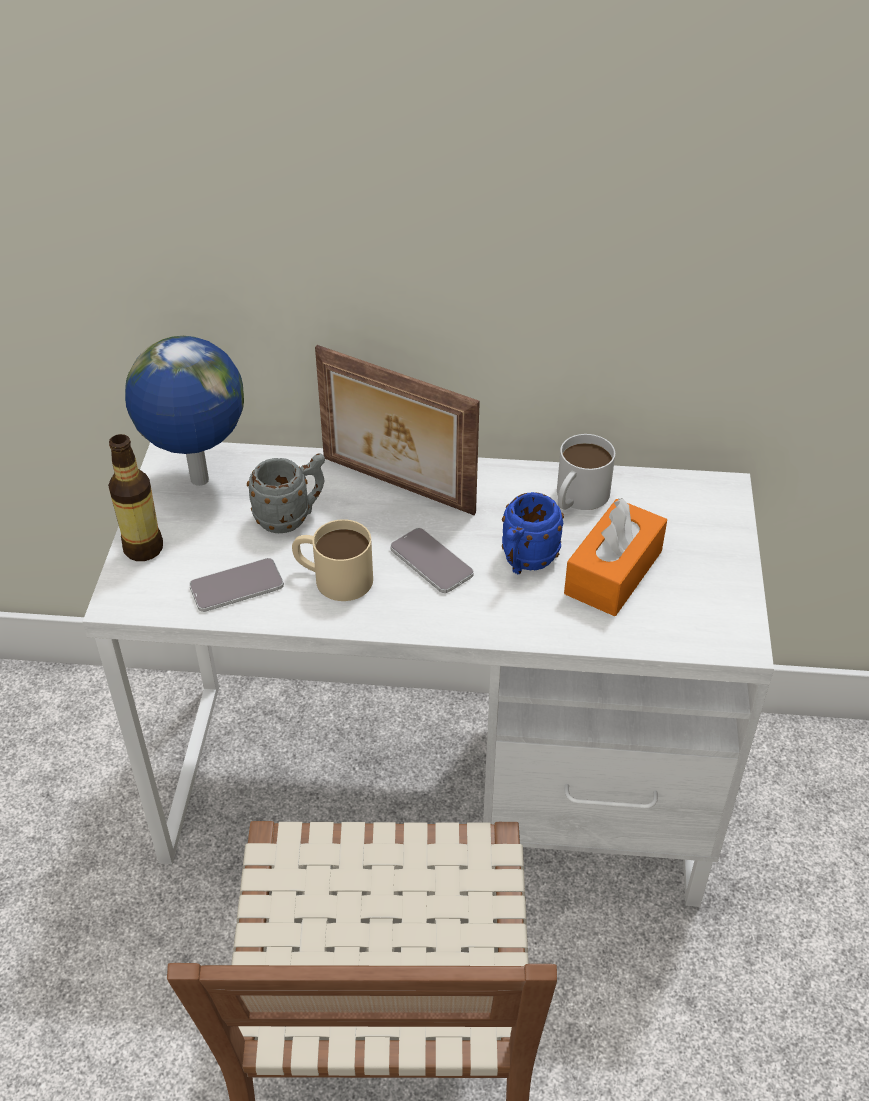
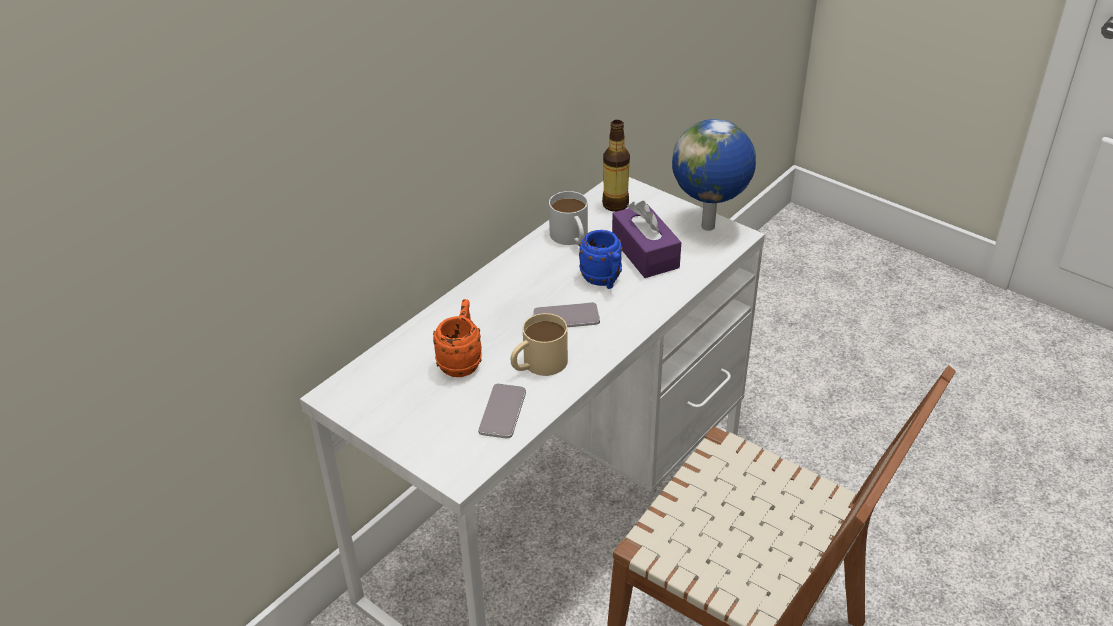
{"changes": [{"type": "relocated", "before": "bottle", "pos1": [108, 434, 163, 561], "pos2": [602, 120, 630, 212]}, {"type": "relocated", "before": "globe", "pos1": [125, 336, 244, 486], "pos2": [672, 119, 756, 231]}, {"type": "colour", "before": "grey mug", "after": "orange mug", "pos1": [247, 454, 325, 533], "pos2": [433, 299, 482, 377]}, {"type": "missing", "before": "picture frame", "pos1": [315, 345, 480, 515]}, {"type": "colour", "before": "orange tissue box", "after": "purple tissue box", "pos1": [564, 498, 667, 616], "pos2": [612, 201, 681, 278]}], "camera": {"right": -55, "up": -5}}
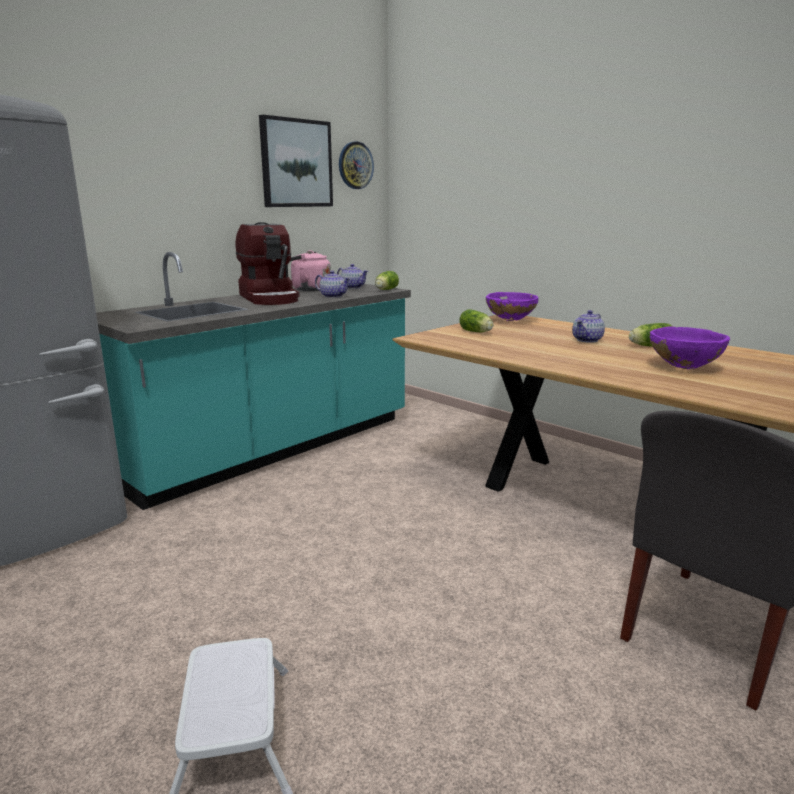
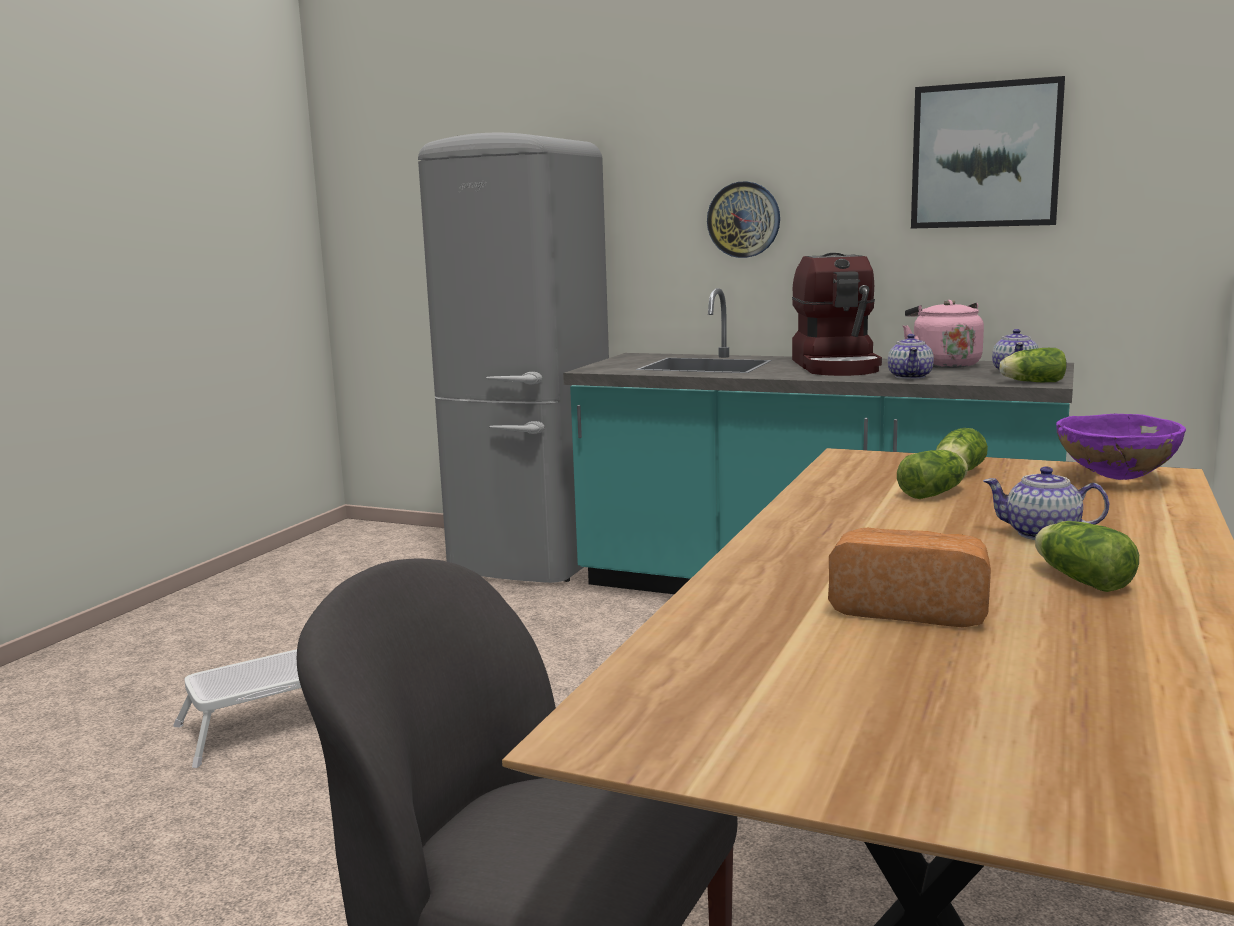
{"changes": [{"type": "spun", "before": "coffee machine", "pos1": [235, 222, 300, 305], "pos2": [792, 253, 882, 376], "turn": -45}, {"type": "relocated", "before": "wall clock", "pos1": [339, 141, 374, 189], "pos2": [707, 182, 780, 258]}, {"type": "exchanged", "before": "purple bowl", "after": "bread", "pos1": [650, 327, 730, 369], "pos2": [828, 528, 991, 628]}, {"type": "appeared", "after": "lettuce", "pos2": [897, 450, 968, 499]}], "camera": {"right": 70, "up": -5}}
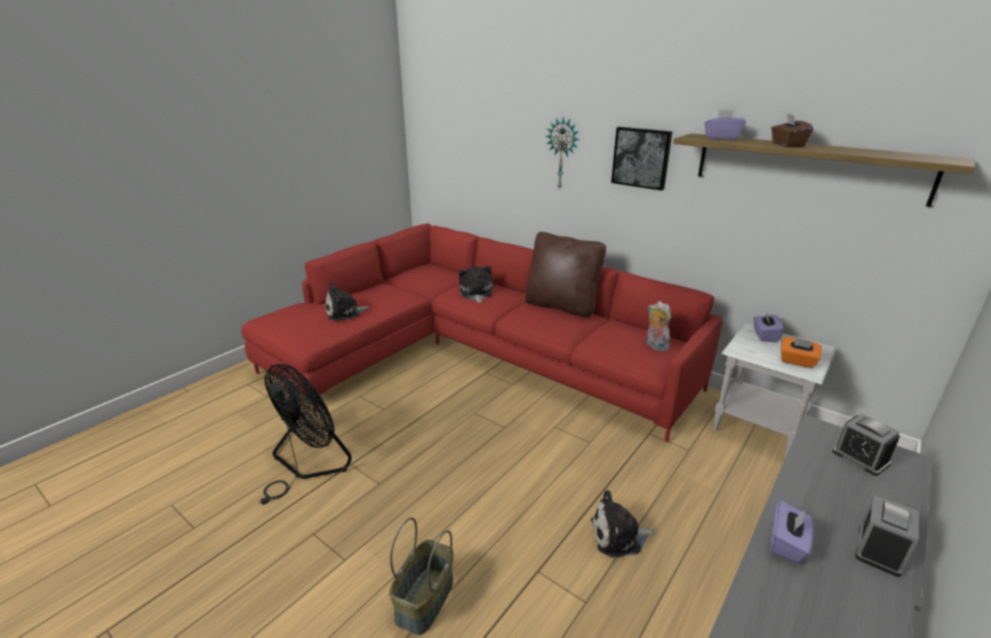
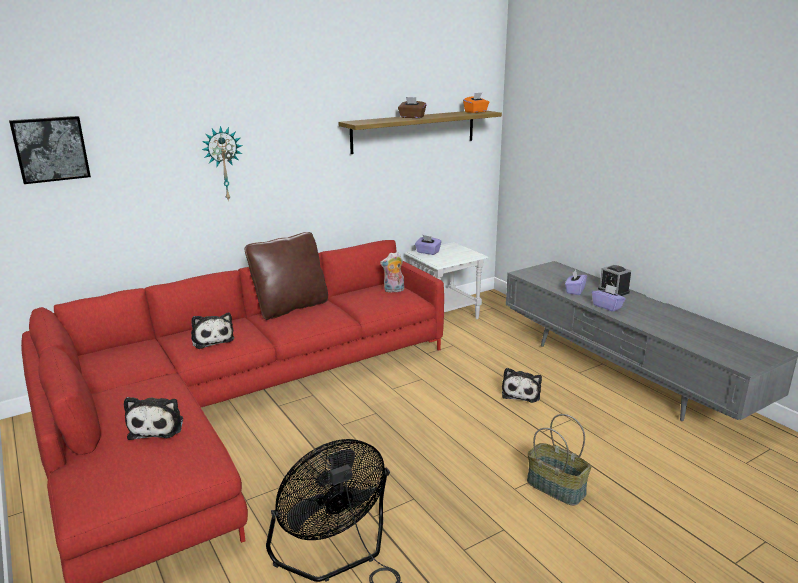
{"changes": [{"type": "spun", "before": "plush toy", "pos1": [459, 266, 493, 303], "pos2": [191, 313, 234, 349], "turn": -135}, {"type": "relocated", "before": "picture", "pos1": [611, 127, 672, 191], "pos2": [9, 116, 91, 184]}, {"type": "relocated", "before": "purple tissue box", "pos1": [704, 109, 746, 140], "pos2": [565, 270, 587, 295]}, {"type": "relocated", "before": "orange tissue box", "pos1": [781, 337, 822, 368], "pos2": [463, 93, 489, 113]}, {"type": "missing", "before": "alarm clock", "pos1": [832, 414, 900, 476]}], "camera": {"right": -70, "up": -5}}
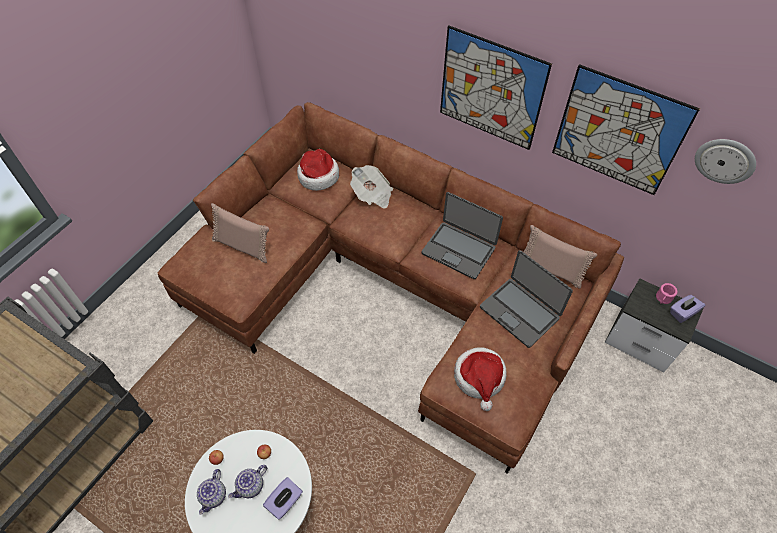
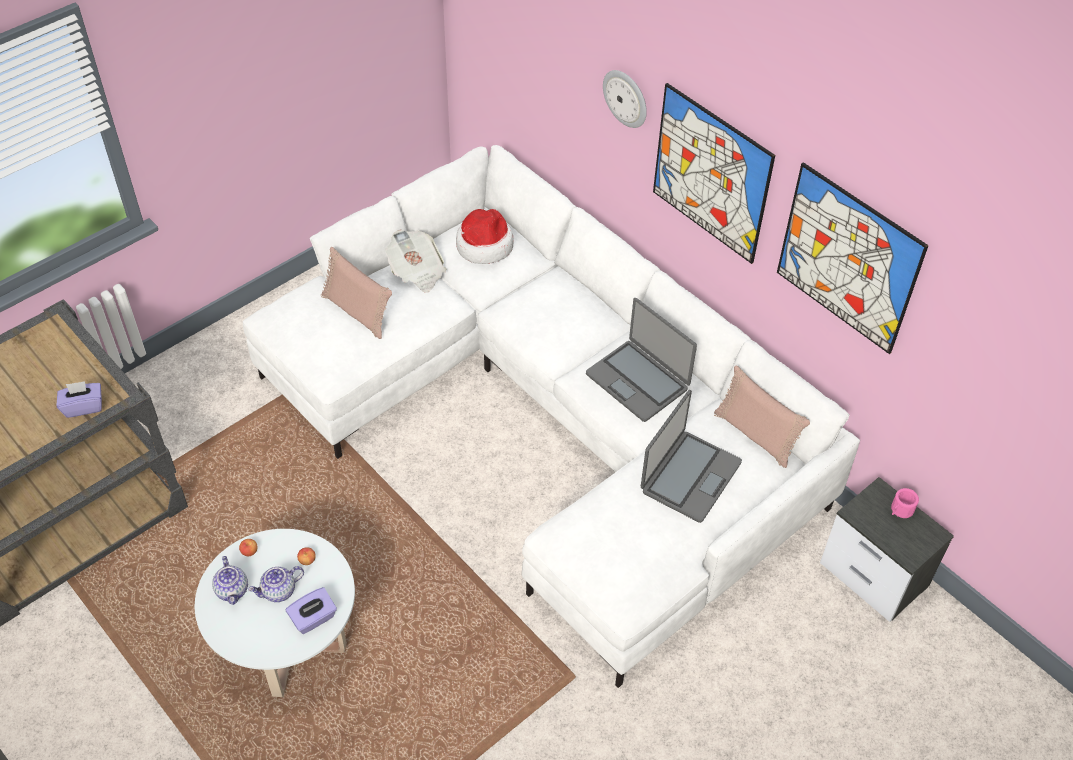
{"changes": [{"type": "colour", "before": "brown sofa", "after": "white sofa", "pos1": [158, 102, 624, 474], "pos2": [243, 145, 860, 688]}, {"type": "spun", "before": "teapot", "pos1": [197, 469, 226, 515], "pos2": [212, 556, 248, 605], "turn": -45}, {"type": "relocated", "before": "newspaper", "pos1": [350, 165, 393, 208], "pos2": [385, 229, 447, 292]}, {"type": "missing", "before": "hat", "pos1": [454, 348, 506, 411]}, {"type": "spun", "before": "laptop", "pos1": [480, 250, 573, 348], "pos2": [641, 390, 742, 523], "turn": -120}, {"type": "relocated", "before": "purple tissue box", "pos1": [670, 295, 706, 323], "pos2": [56, 381, 102, 418]}, {"type": "relocated", "before": "wall clock", "pos1": [695, 139, 756, 184], "pos2": [603, 70, 647, 128]}], "camera": {"right": 15, "up": -5}}
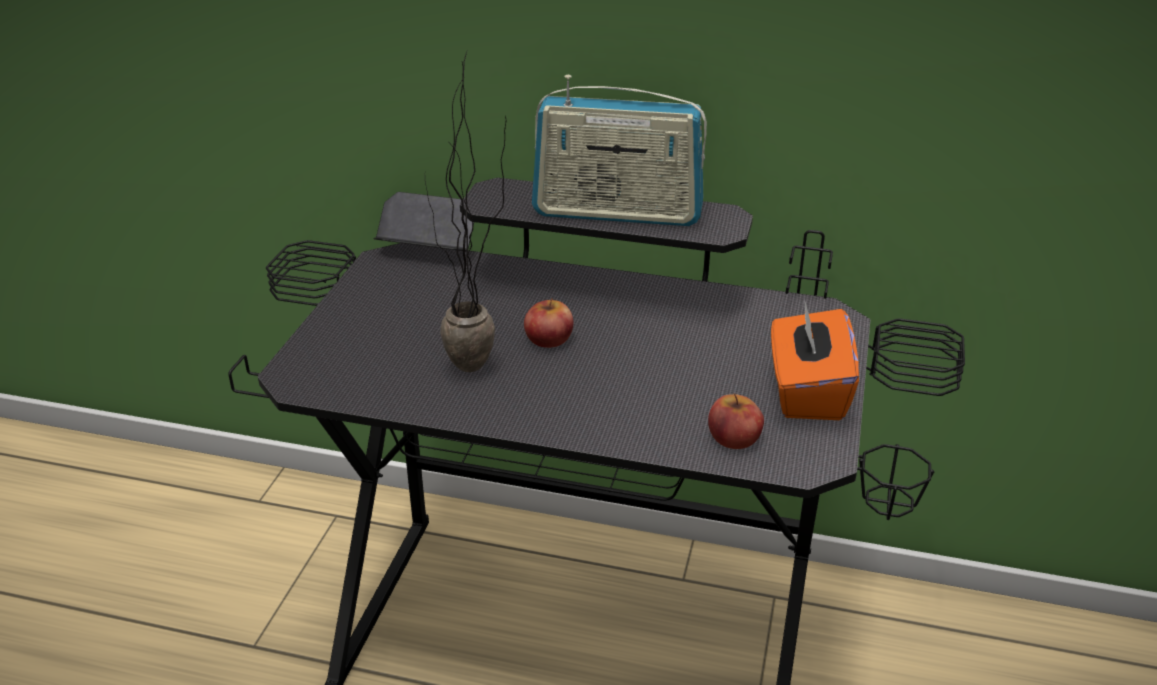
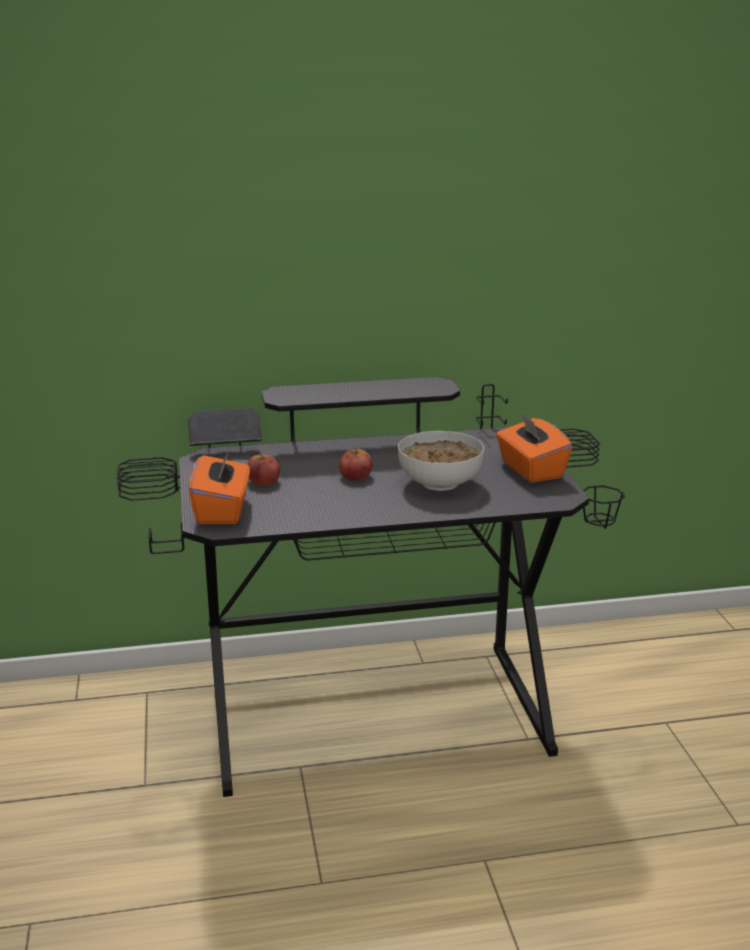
{"changes": [{"type": "missing", "before": "potted plant", "pos1": [425, 52, 507, 372]}, {"type": "missing", "before": "radio", "pos1": [532, 75, 707, 226]}, {"type": "relocated", "before": "apple", "pos1": [708, 393, 764, 449], "pos2": [247, 451, 280, 486]}, {"type": "appeared", "after": "orange tissue box", "pos2": [189, 447, 250, 524]}, {"type": "appeared", "after": "bowl", "pos2": [398, 431, 484, 491]}], "camera": {"right": -25, "up": -10}}
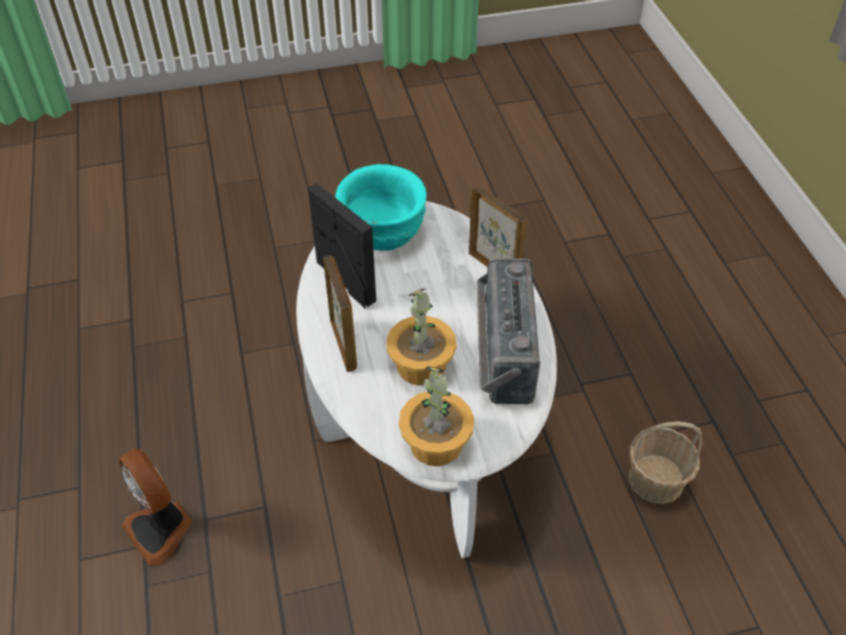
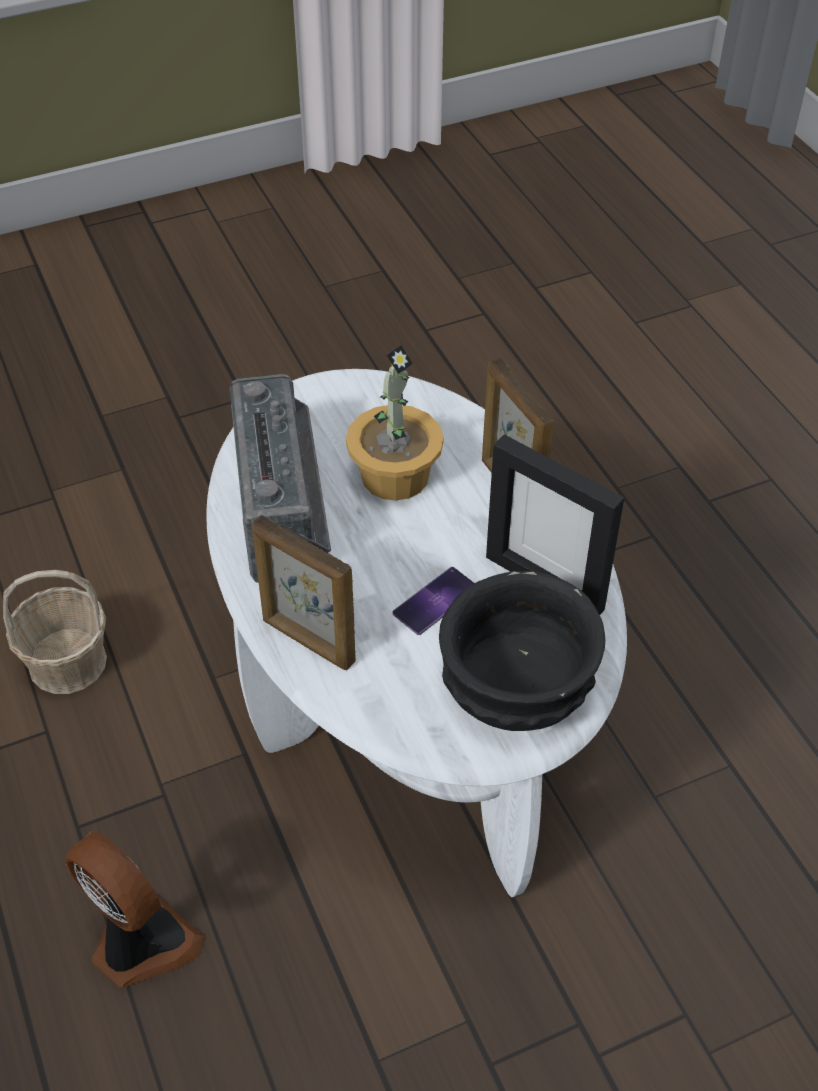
{"changes": [{"type": "relocated", "before": "fan", "pos1": [118, 449, 192, 566], "pos2": [65, 831, 205, 988]}, {"type": "colour", "before": "turquoise bowl", "after": "black bowl", "pos1": [335, 164, 427, 251], "pos2": [439, 571, 605, 731]}, {"type": "missing", "before": "potted plant", "pos1": [399, 366, 474, 466]}, {"type": "appeared", "after": "phone", "pos2": [393, 567, 475, 635]}], "camera": {"right": 170, "up": 0}}
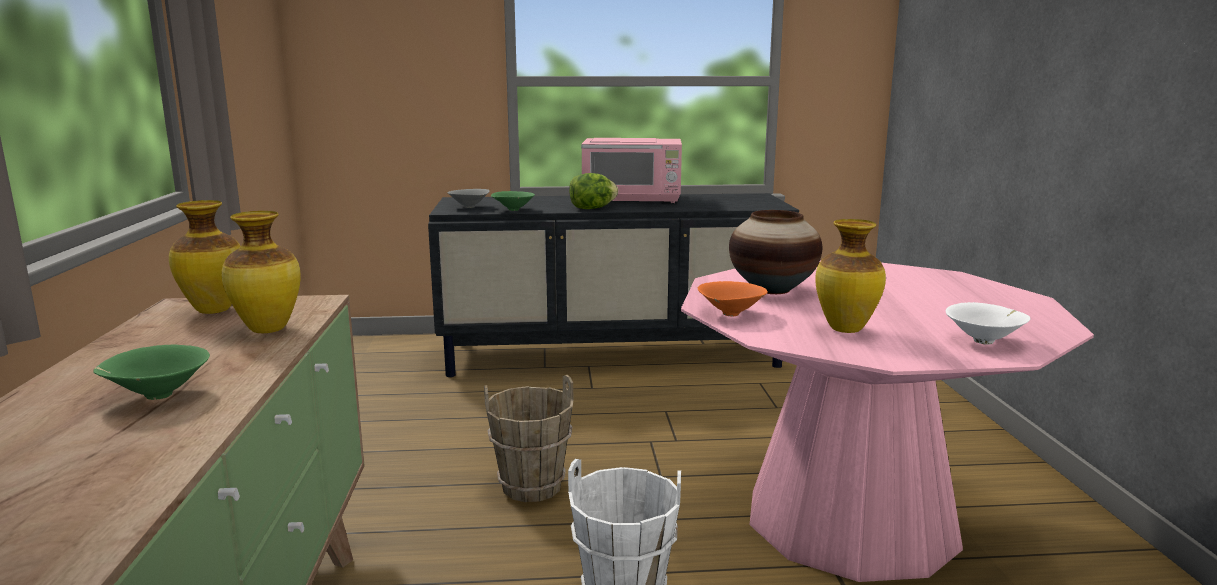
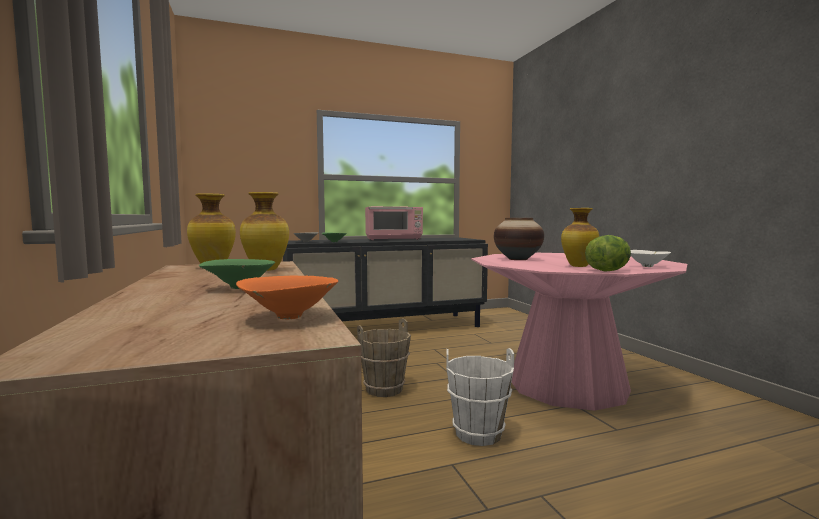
{"changes": [{"type": "relocated", "before": "lettuce", "pos1": [569, 173, 618, 209], "pos2": [585, 235, 631, 272]}, {"type": "relocated", "before": "orange bowl", "pos1": [698, 281, 768, 316], "pos2": [236, 276, 338, 319]}], "camera": {"right": -15, "up": -10}}
